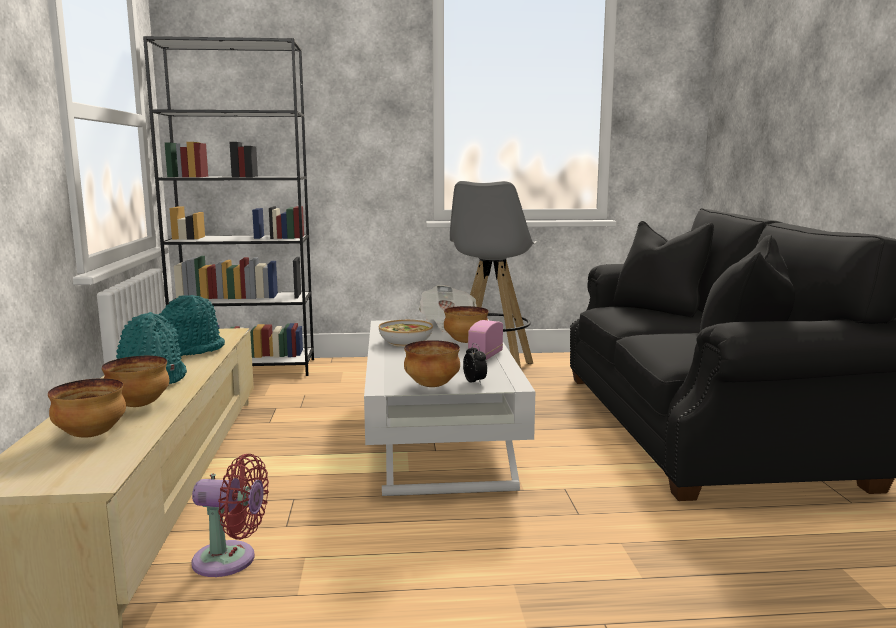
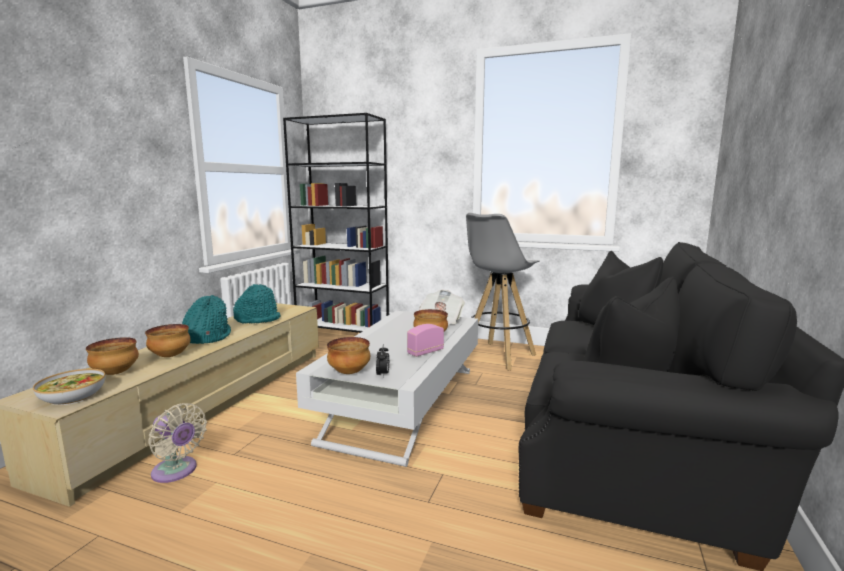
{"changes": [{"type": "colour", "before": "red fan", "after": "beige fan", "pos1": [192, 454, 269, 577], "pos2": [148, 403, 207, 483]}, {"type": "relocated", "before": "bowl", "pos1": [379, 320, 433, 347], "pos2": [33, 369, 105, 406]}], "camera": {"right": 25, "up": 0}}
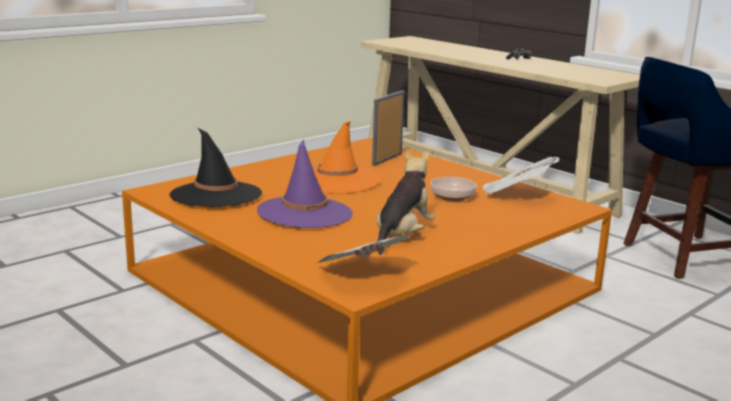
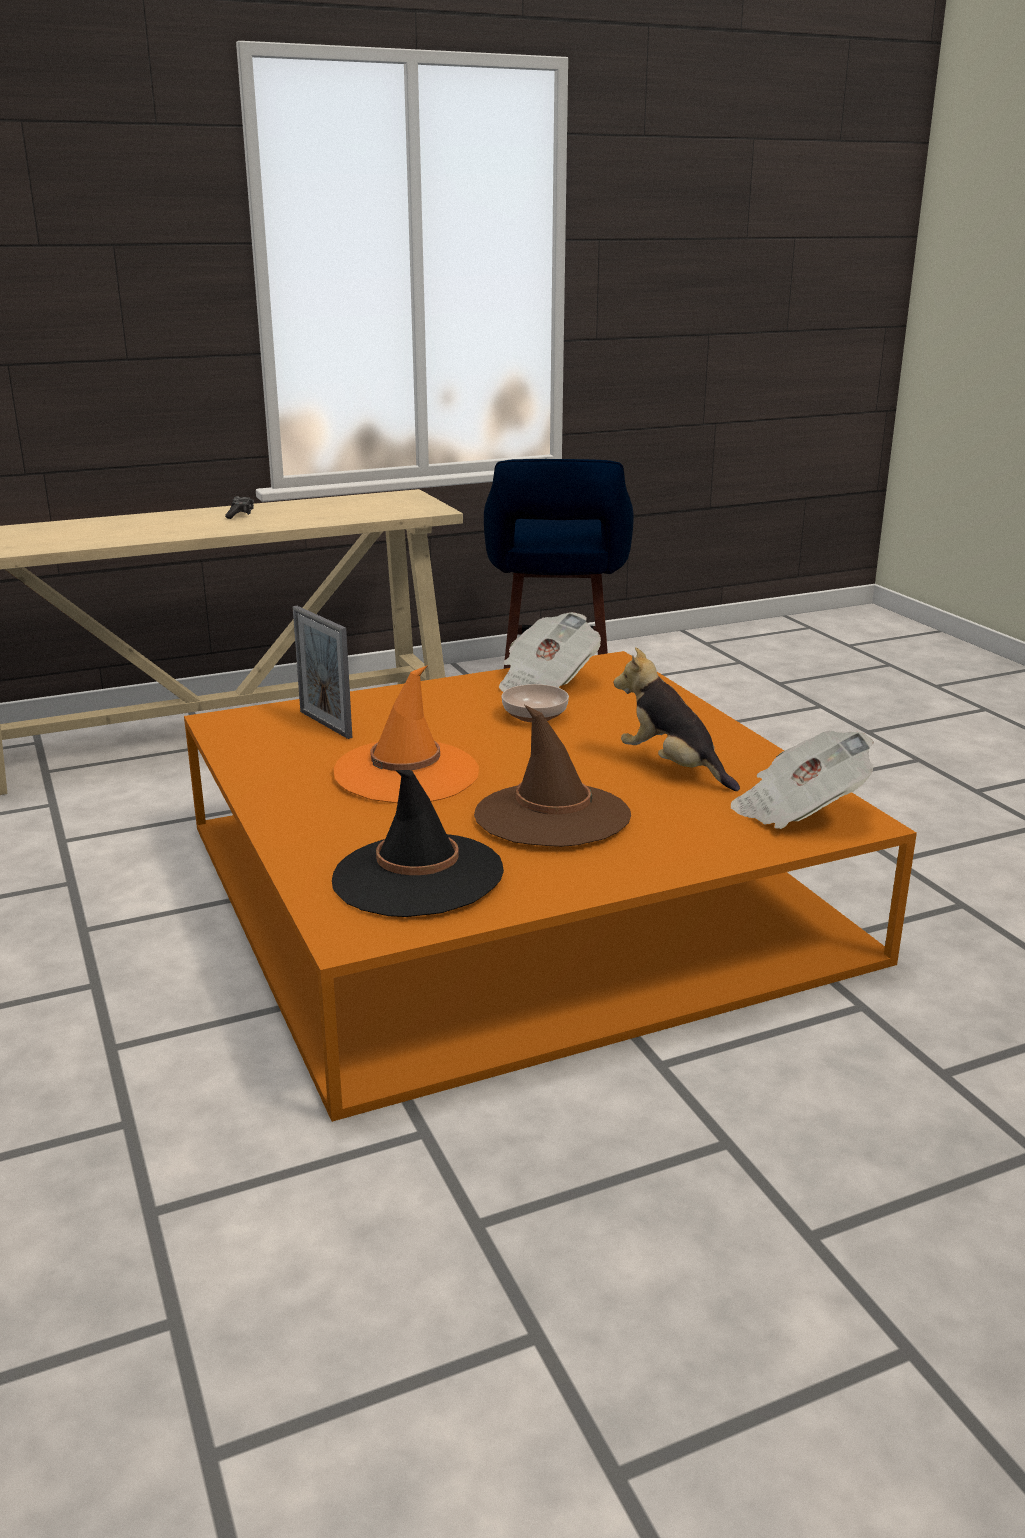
{"changes": [{"type": "colour", "before": "purple hat", "after": "brown hat", "pos1": [257, 139, 353, 228], "pos2": [474, 705, 631, 847]}], "camera": {"right": -70, "up": 5}}
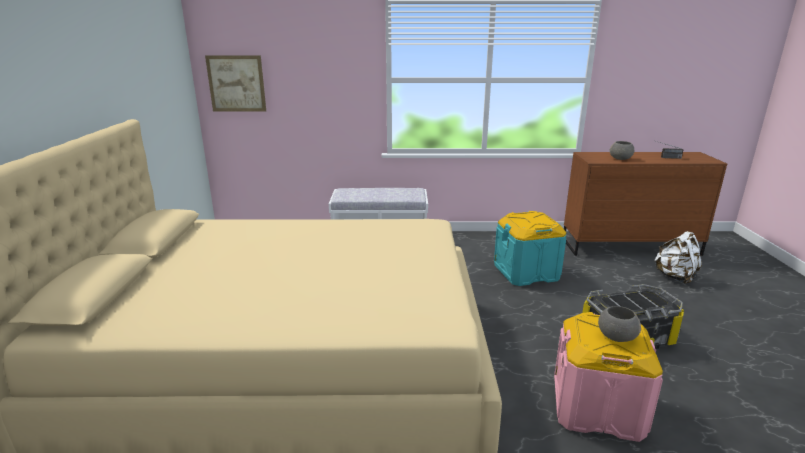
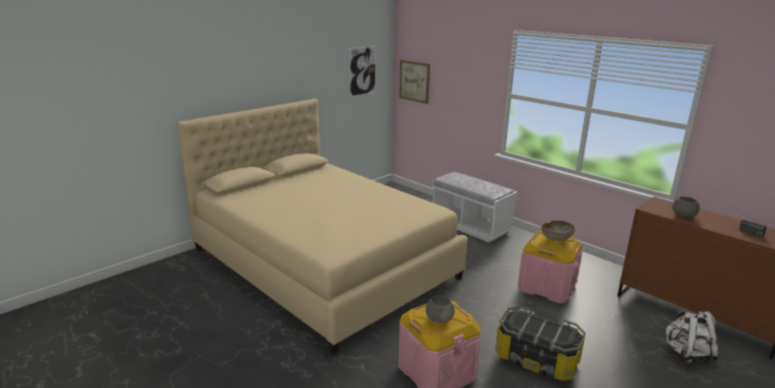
{"changes": [{"type": "colour", "before": "turquoise storage box", "after": "pink storage box", "pos1": [494, 211, 566, 286], "pos2": [518, 231, 582, 303]}, {"type": "appeared", "after": "picture", "pos2": [349, 45, 376, 97]}, {"type": "appeared", "after": "brown bowl", "pos2": [541, 220, 575, 241]}], "camera": {"right": 45, "up": 0}}
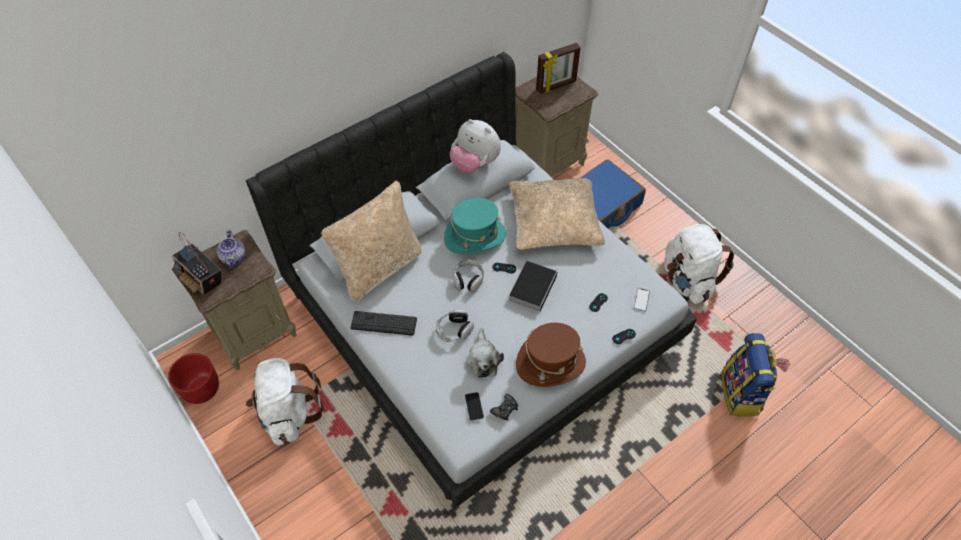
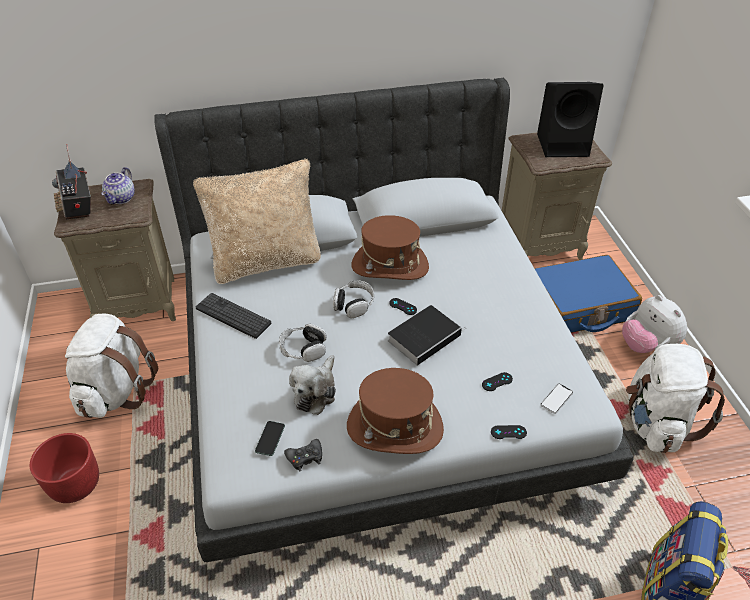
{"changes": [{"type": "relocated", "before": "red planter", "pos1": [168, 353, 219, 404], "pos2": [30, 433, 99, 503]}, {"type": "colour", "before": "turquoise hat", "after": "brown hat", "pos1": [444, 198, 506, 254], "pos2": [351, 215, 429, 280]}, {"type": "relocated", "before": "plush toy", "pos1": [450, 119, 501, 173], "pos2": [622, 295, 687, 353]}, {"type": "missing", "before": "beige pillow", "pos1": [509, 178, 605, 250]}, {"type": "exchanged", "before": "picture frame", "after": "black speaker", "pos1": [536, 43, 581, 94], "pos2": [537, 82, 604, 157]}], "camera": {"right": 25, "up": -10}}
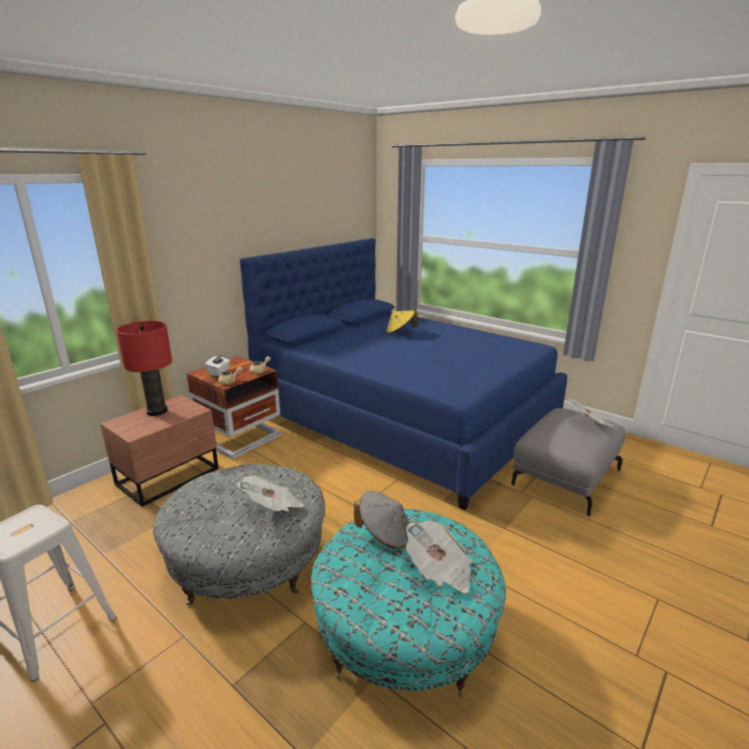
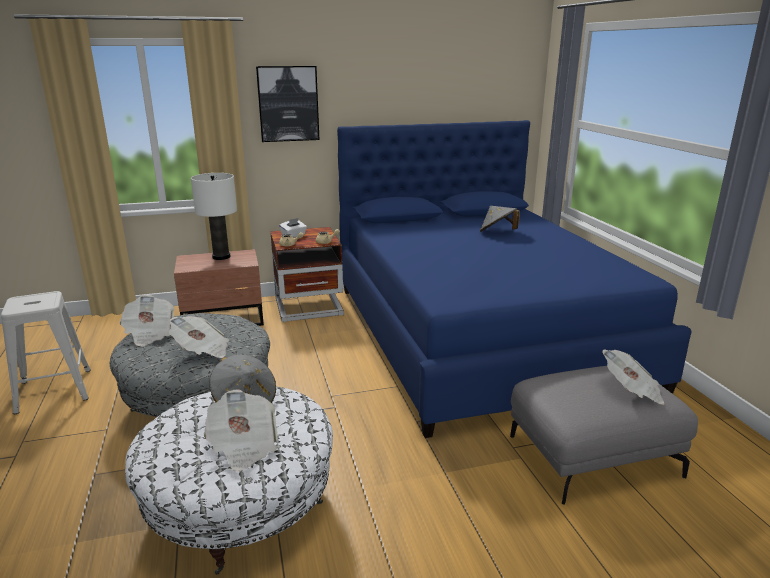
{"changes": [{"type": "colour", "before": "red table lamp", "after": "white table lamp", "pos1": [116, 321, 172, 416], "pos2": [191, 173, 237, 260]}, {"type": "colour", "before": "turquoise ottoman", "after": "white ottoman", "pos1": [311, 509, 506, 697], "pos2": [125, 386, 333, 575]}, {"type": "colour", "before": "yellow hat", "after": "grey hat", "pos1": [386, 310, 418, 334], "pos2": [480, 206, 520, 232]}, {"type": "appeared", "after": "newspaper", "pos2": [120, 295, 175, 346]}, {"type": "appeared", "after": "picture", "pos2": [256, 66, 320, 142]}], "camera": {"right": 35, "up": 0}}
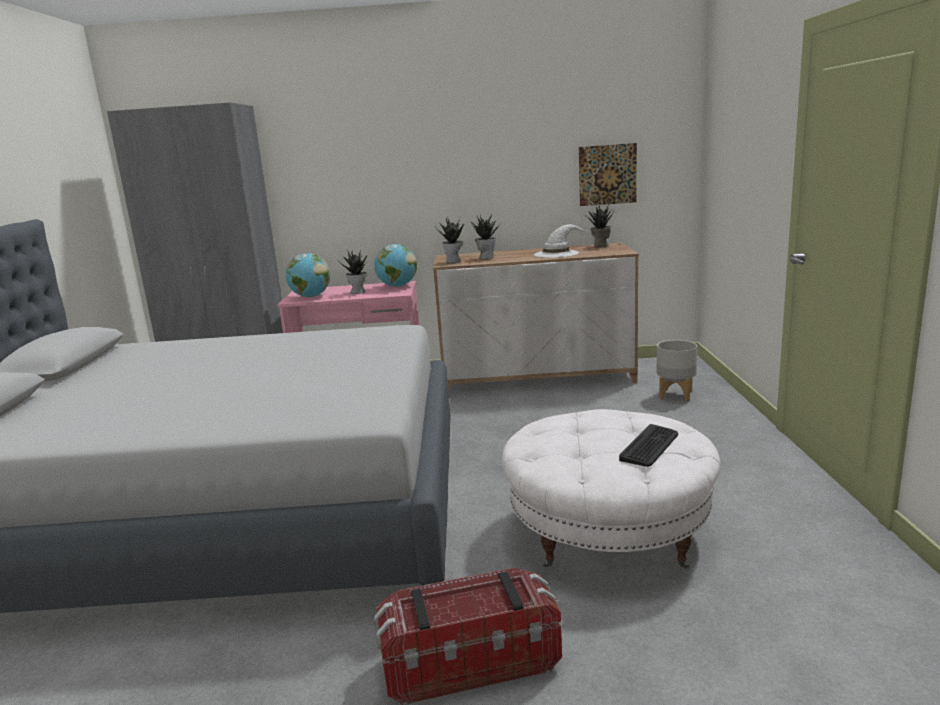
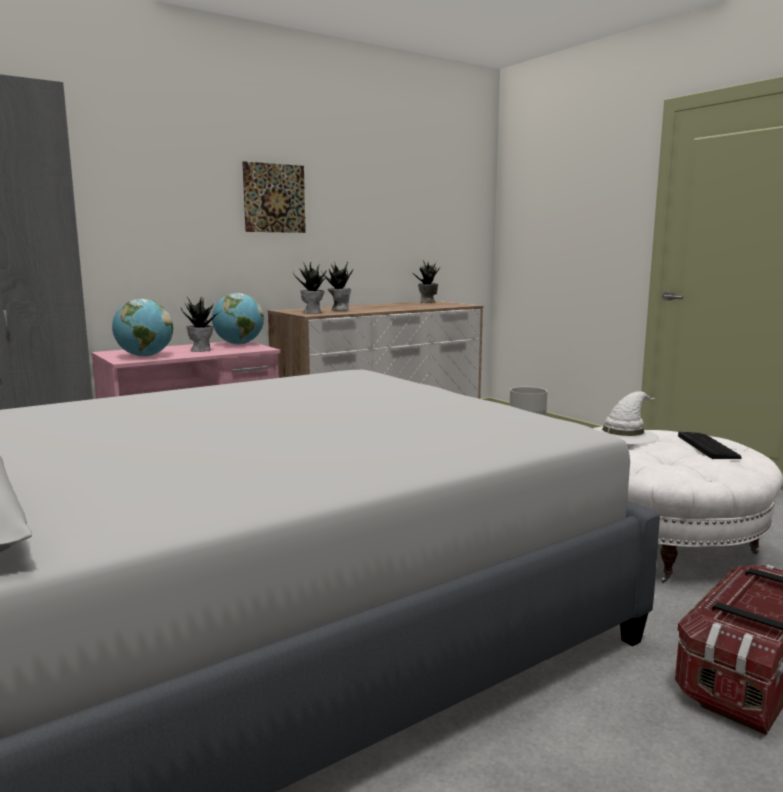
{"changes": [{"type": "relocated", "before": "white hat", "pos1": [534, 224, 588, 258], "pos2": [593, 391, 659, 444]}, {"type": "relocated", "before": "picture", "pos1": [579, 143, 637, 206], "pos2": [242, 161, 306, 233]}], "camera": {"right": -35, "up": -5}}
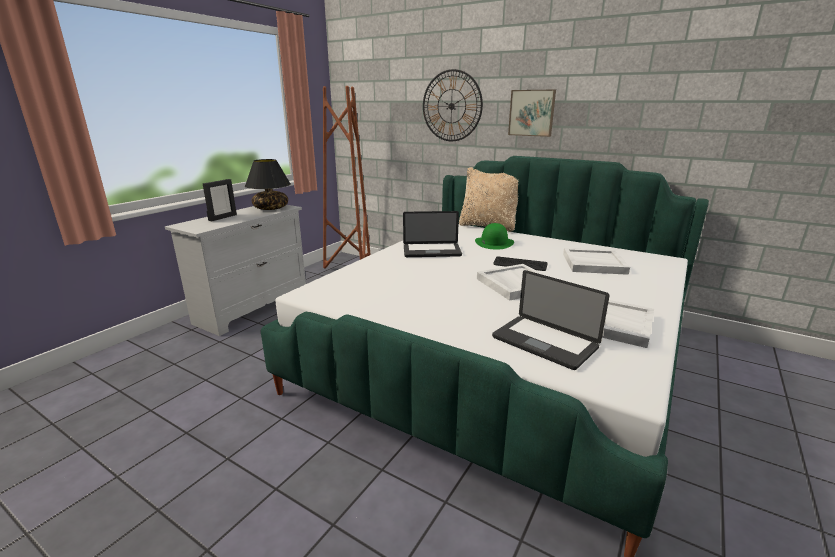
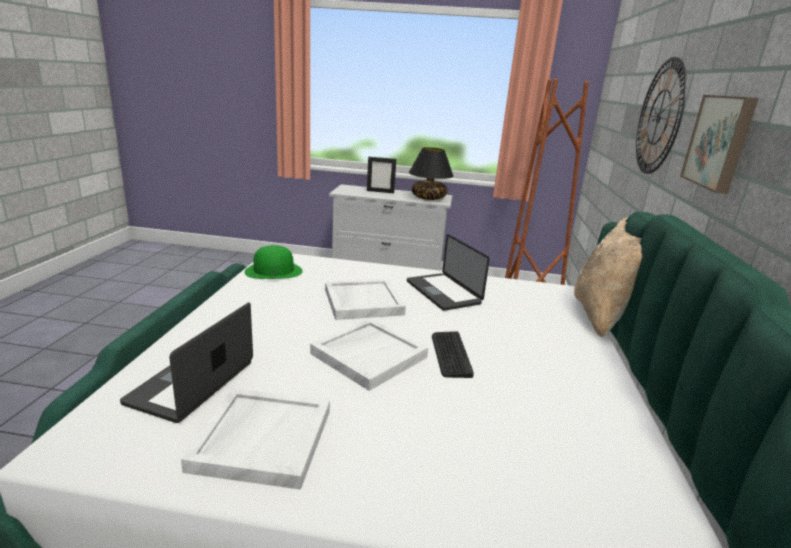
{"changes": [{"type": "relocated", "before": "green hat", "pos1": [475, 223, 514, 250], "pos2": [244, 245, 303, 279]}, {"type": "relocated", "before": "white tray", "pos1": [563, 248, 630, 275], "pos2": [325, 279, 406, 320]}], "camera": {"right": 65, "up": 0}}
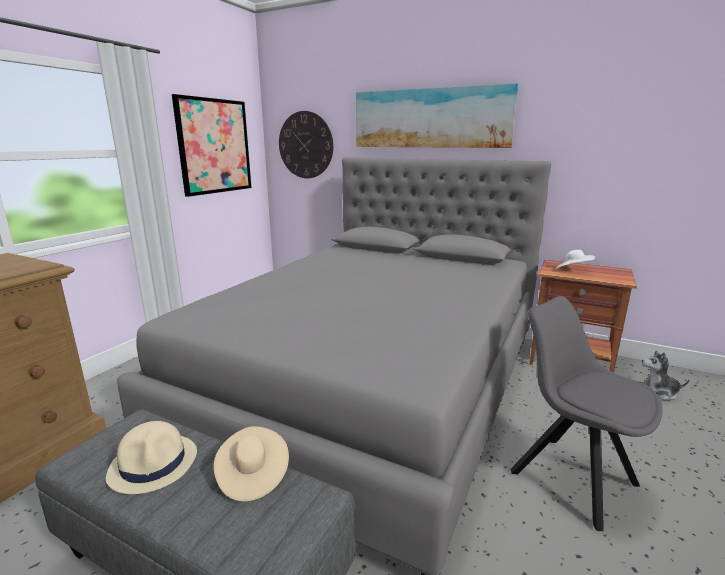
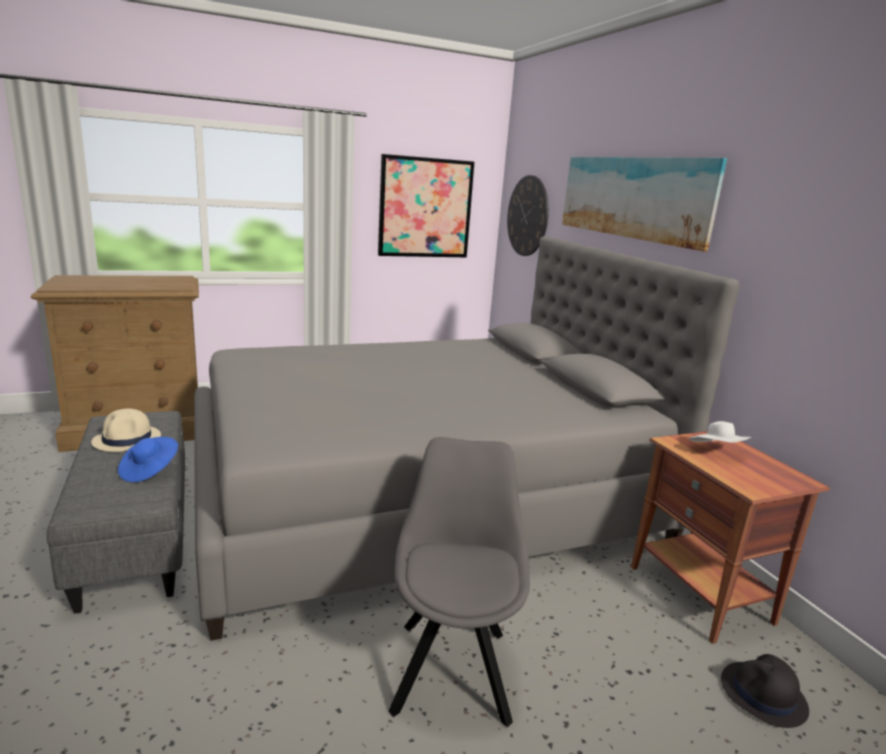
{"changes": [{"type": "colour", "before": "beige hat", "after": "blue hat", "pos1": [214, 426, 289, 502], "pos2": [118, 437, 178, 482]}, {"type": "exchanged", "before": "plush toy", "after": "black hat", "pos1": [642, 350, 690, 400], "pos2": [721, 654, 809, 728]}], "camera": {"right": 40, "up": 0}}
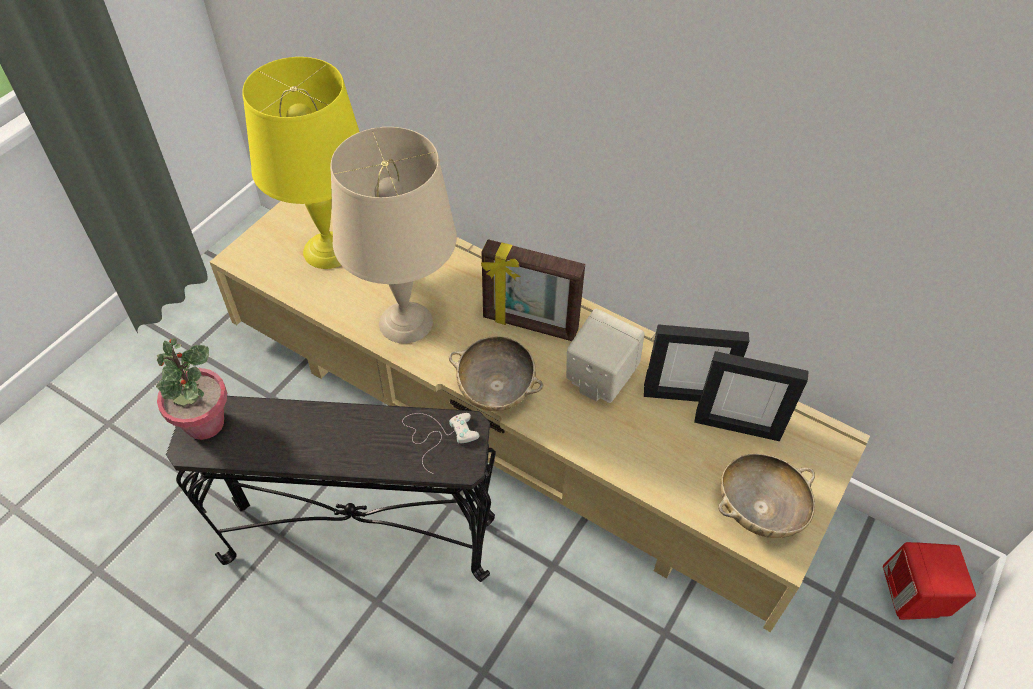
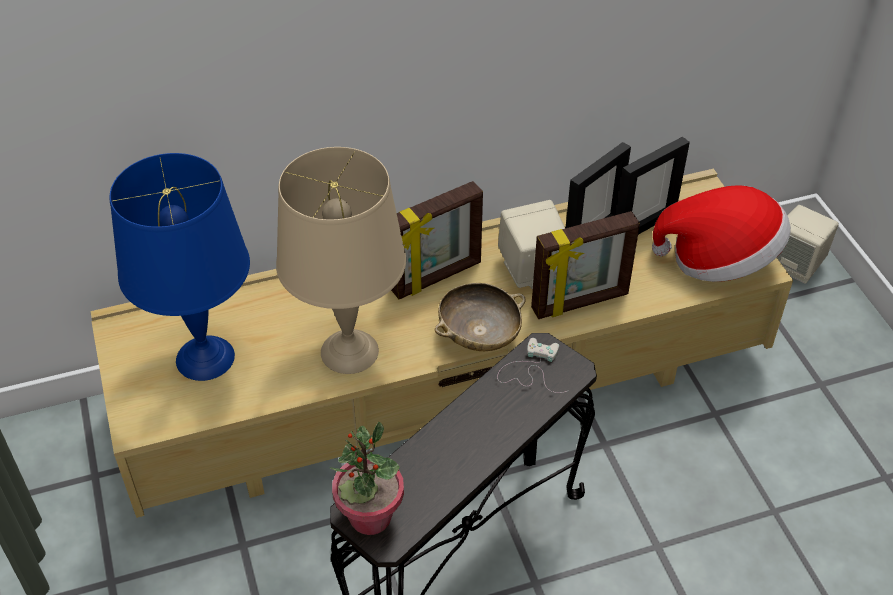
{"changes": [{"type": "colour", "before": "yellow table lamp", "after": "blue table lamp", "pos1": [242, 57, 359, 269], "pos2": [109, 153, 250, 381]}, {"type": "exchanged", "before": "beige bowl", "after": "hat", "pos1": [718, 453, 815, 538], "pos2": [652, 185, 791, 282]}, {"type": "colour", "before": "red speaker", "after": "beige speaker", "pos1": [883, 542, 976, 620], "pos2": [777, 205, 839, 284]}, {"type": "appeared", "after": "picture frame", "pos2": [531, 211, 640, 319]}], "camera": {"right": -50, "up": -5}}
